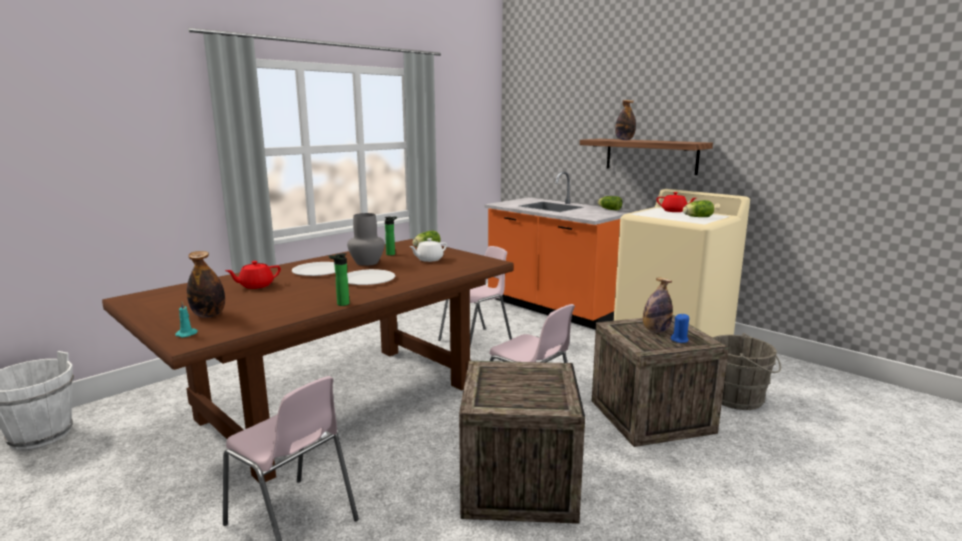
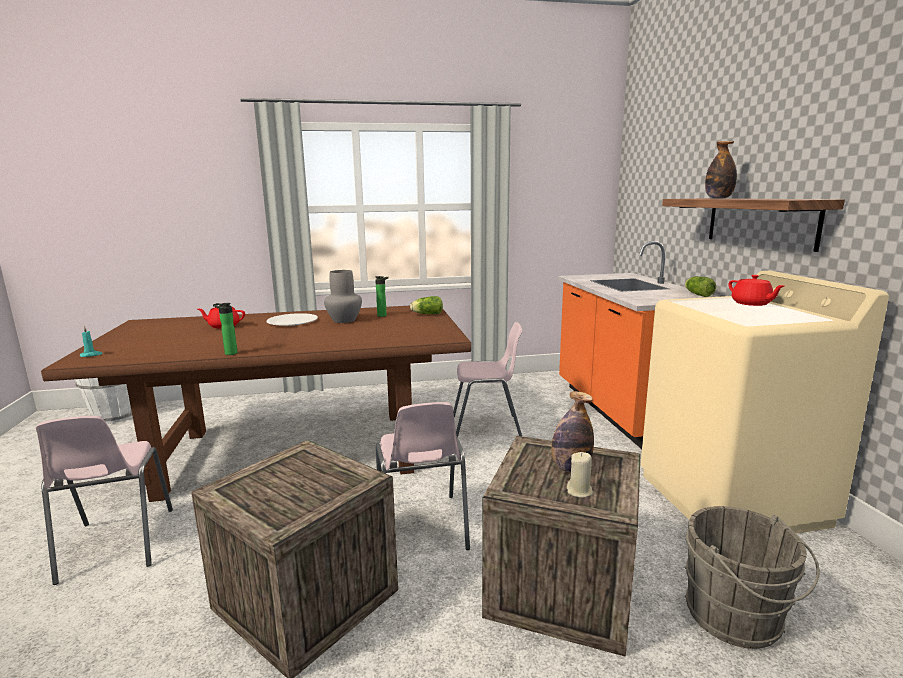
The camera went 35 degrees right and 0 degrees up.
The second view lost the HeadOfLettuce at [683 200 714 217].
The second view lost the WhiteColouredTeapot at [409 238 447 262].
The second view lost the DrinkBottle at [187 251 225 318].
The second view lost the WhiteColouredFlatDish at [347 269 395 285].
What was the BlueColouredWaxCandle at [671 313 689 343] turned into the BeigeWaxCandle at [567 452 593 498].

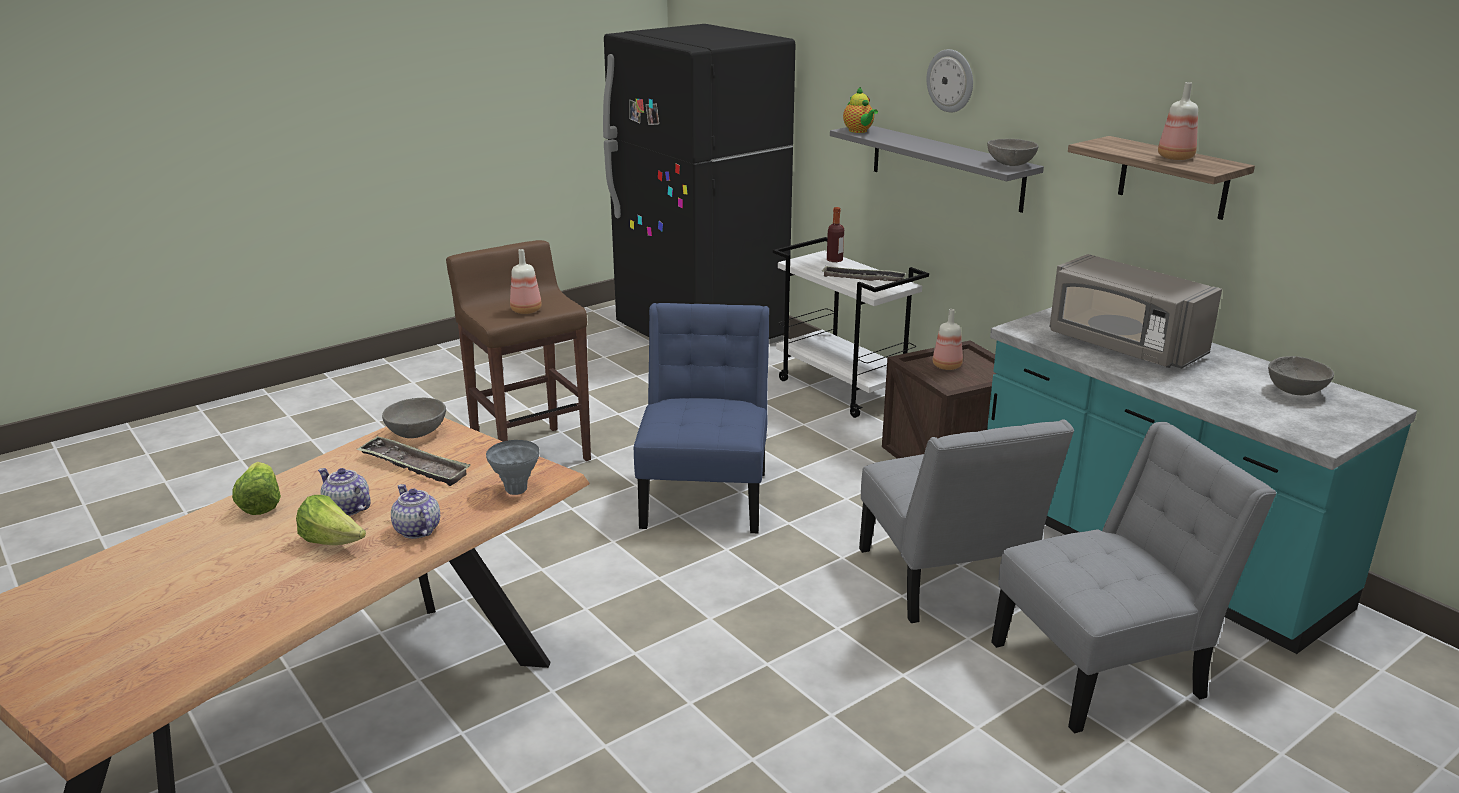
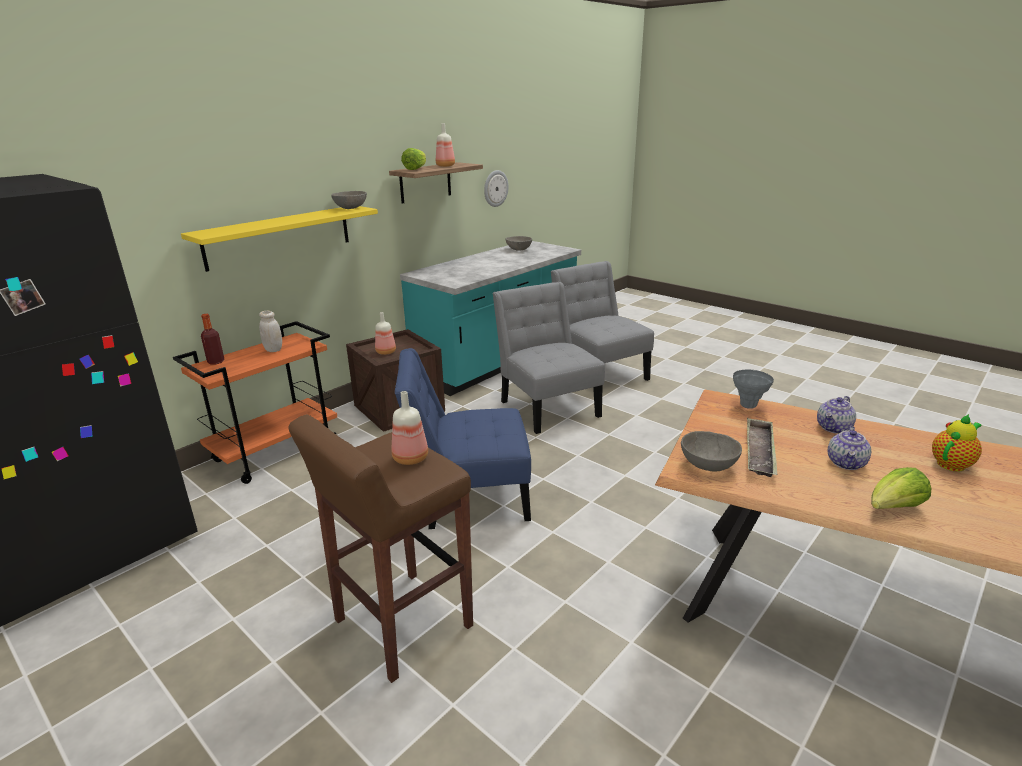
The camera went 100 degrees left and 0 degrees up.
The WallClock ended up elsewhere, having gone from [927 49 973 112] to [484 170 509 207].
The Teapot ended up elsewhere, having gone from [843 86 878 133] to [932 414 982 472].
What was the GrayWallShelf at [830 125 1044 213] turned into the YellowColouredWallShelf at [181 206 378 272].
What was the WhiteColouredCart at [773 237 929 418] turned into the OrangeColouredCart at [173 321 337 484].
The second view lost the GrayKitchenMicrowave at [1049 254 1222 369].
Where the ServingTray stood at [822 266 907 282], the WhiteColouredJar came to stand at [259 311 282 352].
The GrayPlainChair at [859 419 1074 623] ended up facing another way, 90 degrees counterclockwise from before.
The HeadOfLettuce ended up elsewhere, having gone from [296 495 366 545] to [401 148 426 170].

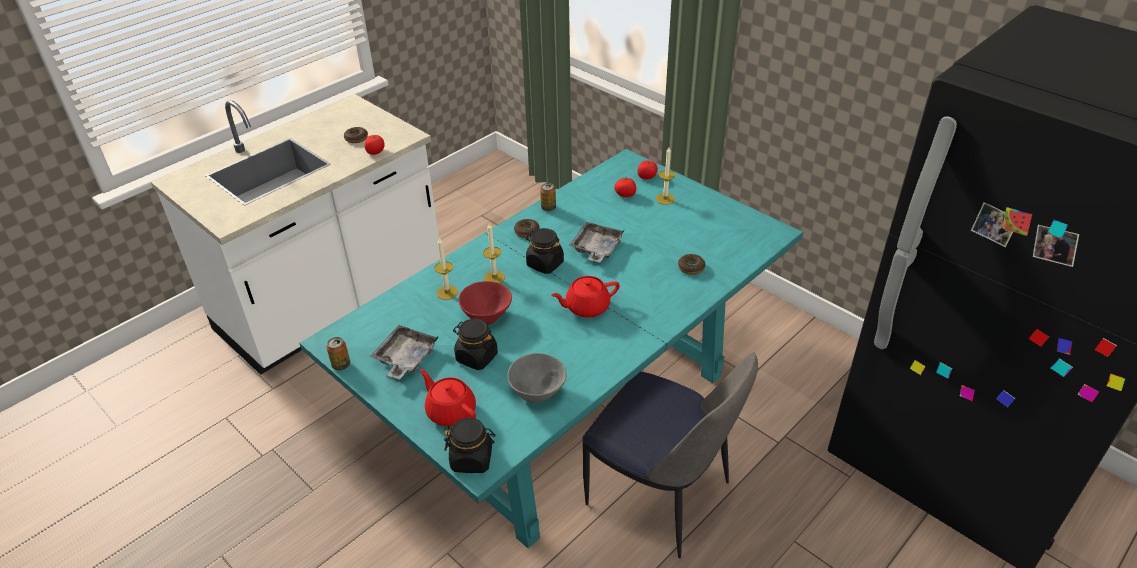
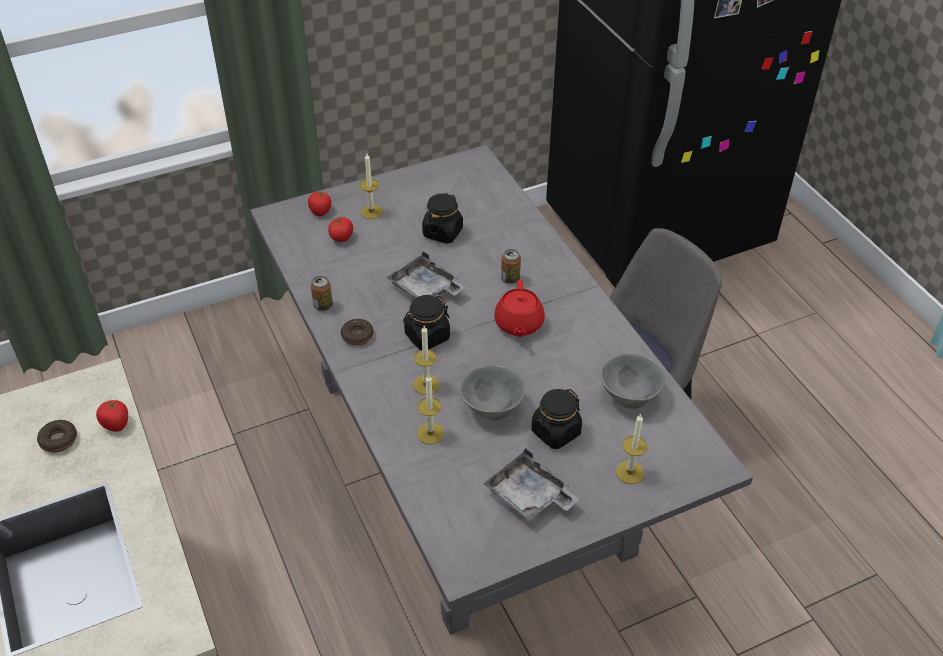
The camera went 70 degrees left and 5 degrees up.
What was the TurquoiseColouredDinnerTable at [299 149 803 548] turned into the GrayDinnerTable at [250 145 753 635].
The second view lost the Donut at [678 254 705 275].
What was the RedColouredBowl at [458 281 512 325] turned into the GrayBowl at [460 365 525 420].
The MetalCan ended up elsewhere, having gone from [326 337 350 371] to [501 249 521 284].
Where the RedColouredTeapot stood at [420 369 476 426], the WaxCandle came to stand at [616 413 647 484].
The BlackColouredJar ended up elsewhere, having gone from [444 418 495 473] to [422 193 463 244].

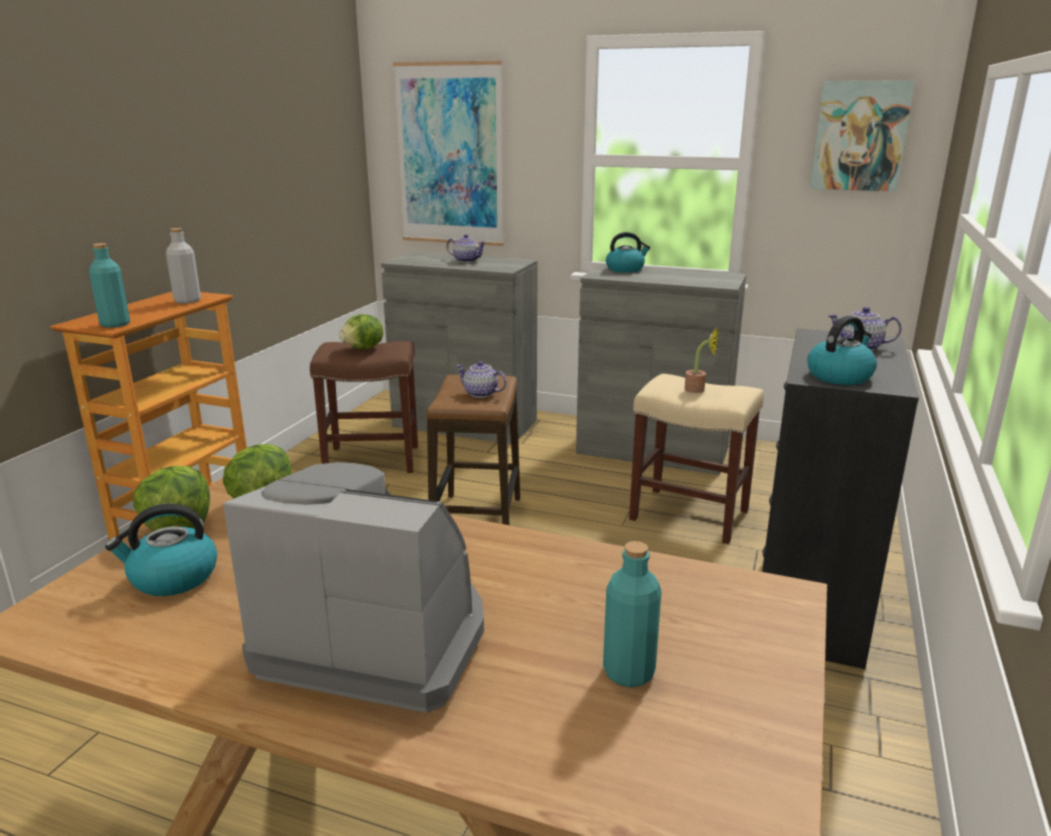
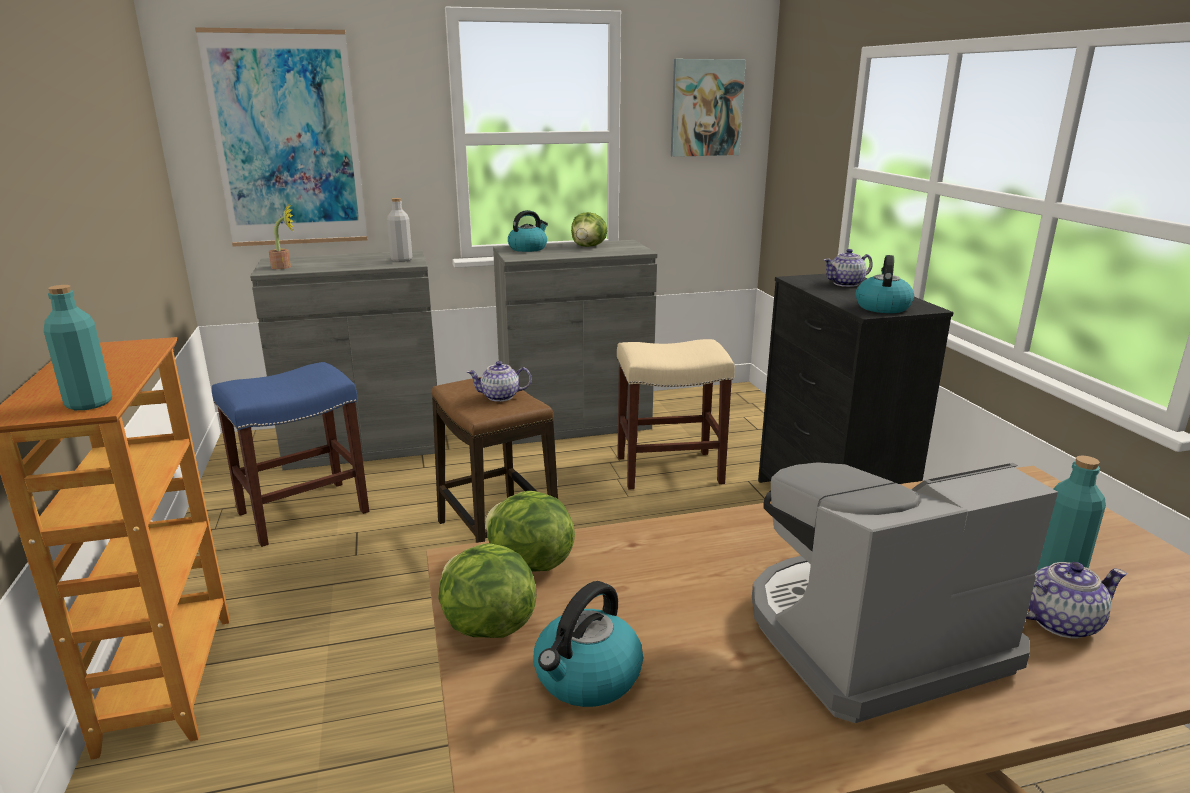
The camera went 35 degrees left and 0 degrees up.
The GrayDrinkBottle ended up elsewhere, having gone from [166 228 201 304] to [387 198 412 262].
The Teapot ended up elsewhere, having gone from [446 234 486 262] to [1026 562 1127 638].
The HeadOfLettuce ended up elsewhere, having gone from [339 314 383 349] to [571 212 608 247].
The Houseplant ended up elsewhere, having gone from [685 327 719 393] to [269 205 294 269].
What was the BrownStoolSeat at [310 341 418 473] turned into the BlueColouredStoolSeat at [212 362 369 547].

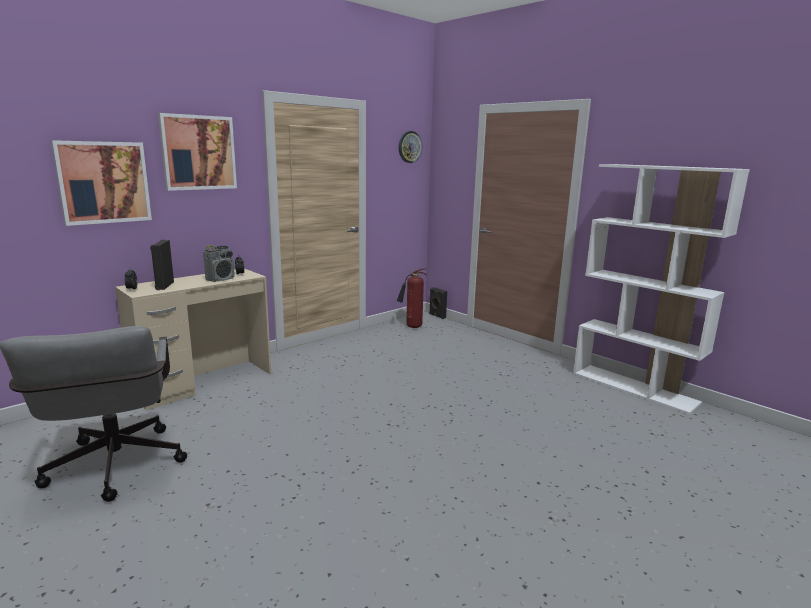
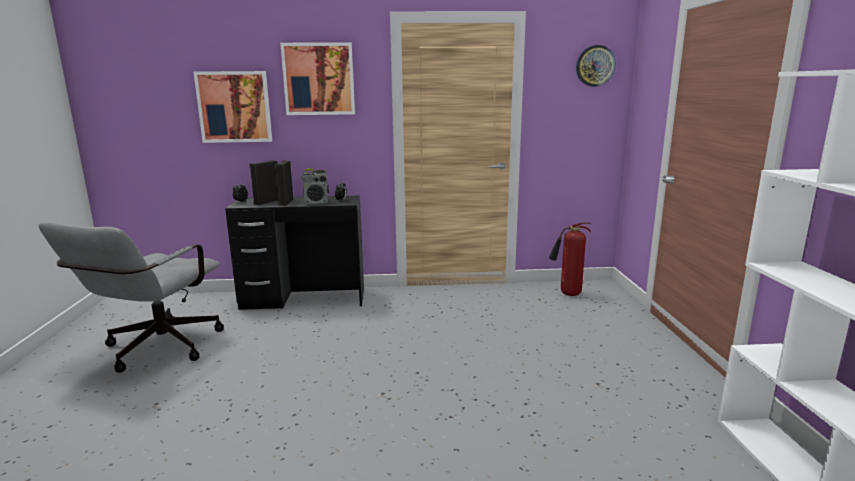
The camera went 40 degrees right and 0 degrees up.
What was the BeigeDeskTable at [115 269 271 410] turned into the BlackColouredDeskTable at [225 195 364 310].
The BlackColouredAudioSpeaker ended up elsewhere, having gone from [429 287 447 319] to [274 160 294 206].

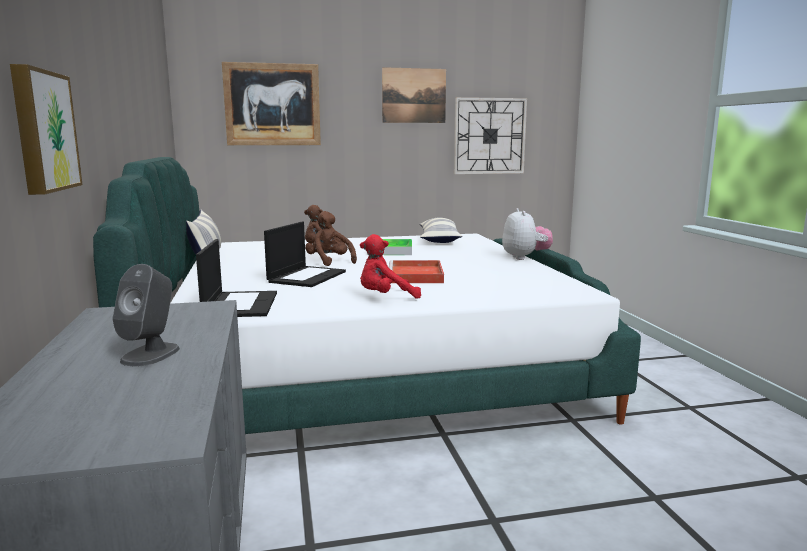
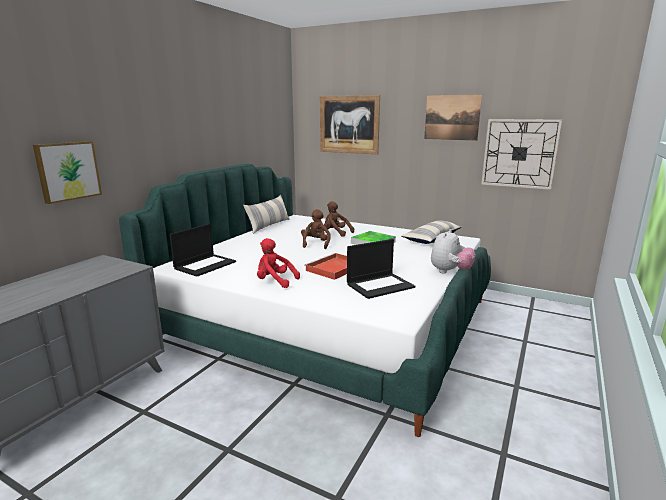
The camera went 40 degrees right and 5 degrees up.
The Laptop ended up elsewhere, having gone from [264 222 346 287] to [347 239 415 299].
The second view lost the GrayAudioSpeaker at [112 264 180 366].

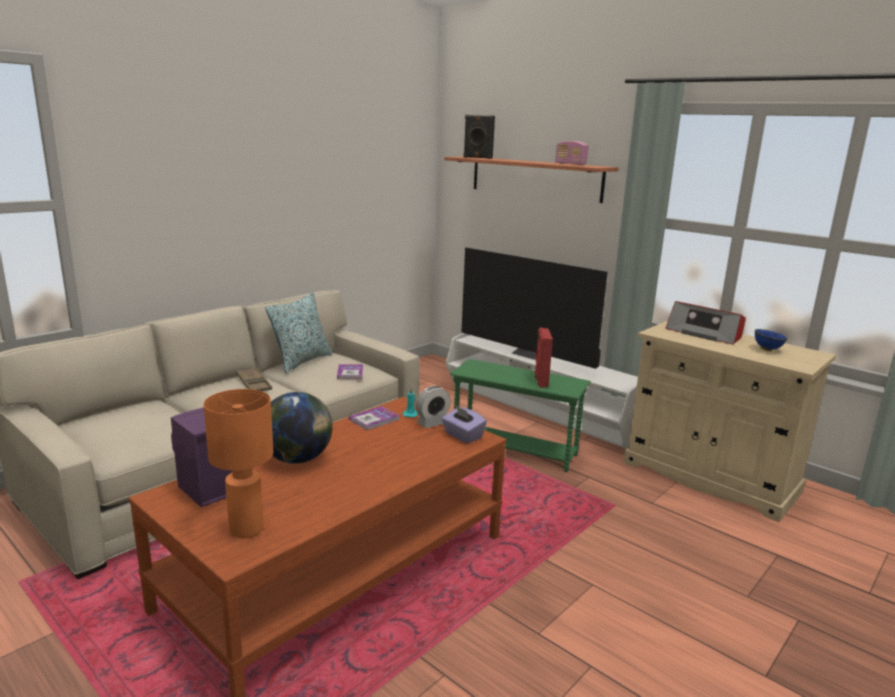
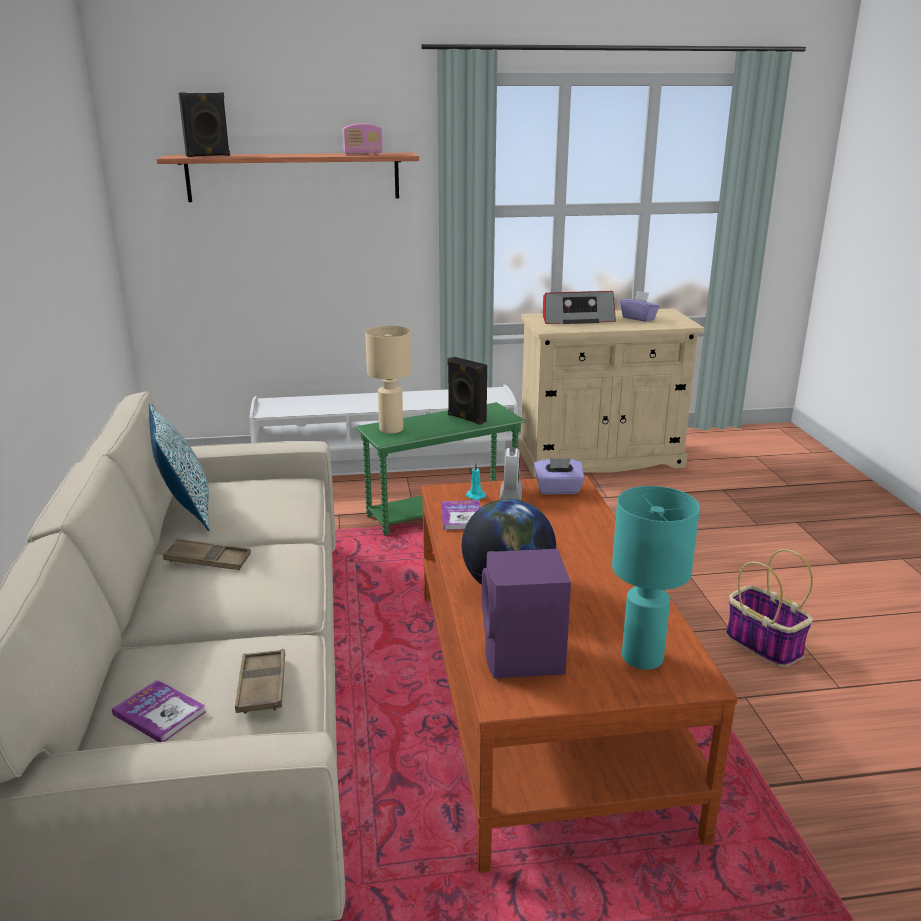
The camera went 50 degrees left and 5 degrees up.
The second view lost the Tv at [461 248 608 369].
What was the RedColouredAudioSpeaker at [535 328 553 388] turned into the BlackColouredAudioSpeaker at [448 357 487 425].
Where the BlueColouredBowl stood at [755 329 788 351], the PurplishBoxOfTissues came to stand at [620 291 660 322].
The BoundBook ended up elsewhere, having gone from [337 364 363 379] to [112 680 206 742].
What was the OrangeColouredLampForATable at [203 389 273 538] turned into the TurquoiseColouredLampForATable at [612 486 700 670].
The second view gained the BeigeLampForATable at [365 326 412 434].
The second view gained the StorageBasket at [726 549 813 667].
The second view gained the BrownServingTray at [235 649 285 714].

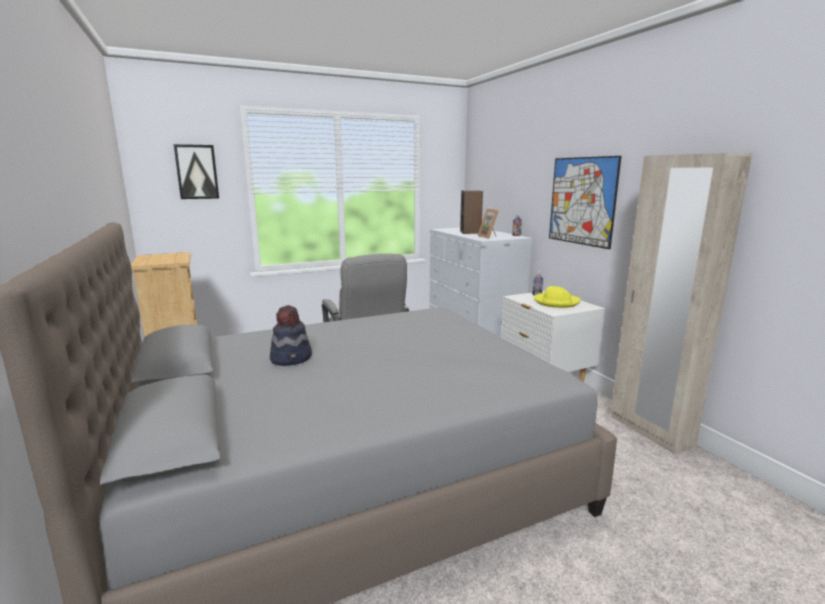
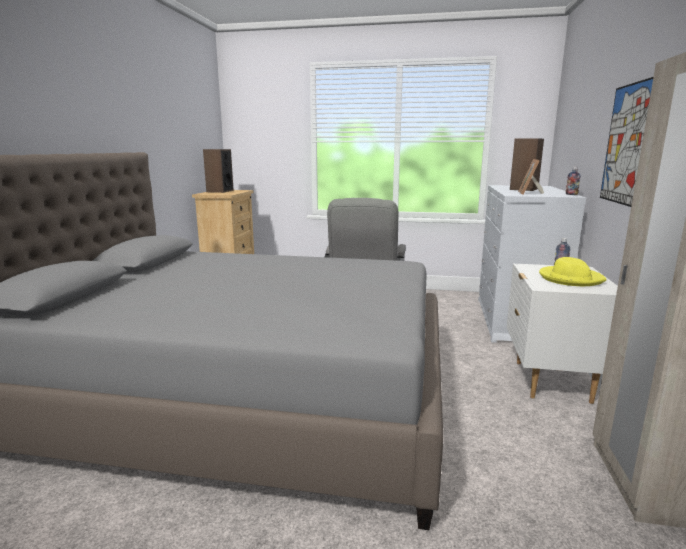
The camera went 35 degrees right and 0 degrees up.
The second view lost the WallArt at [174 144 219 199].
The second view lost the WearableHat at [270 305 312 366].
The second view gained the AudioSpeaker at [203 149 234 193].

